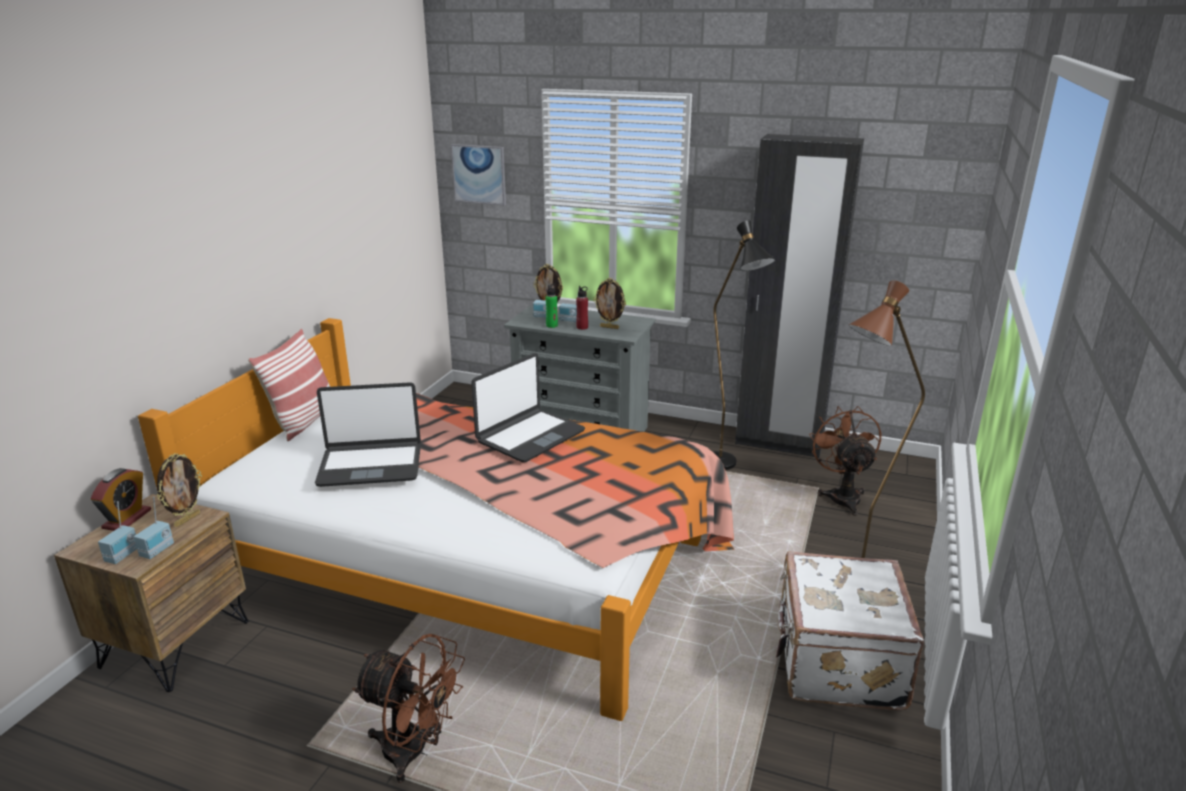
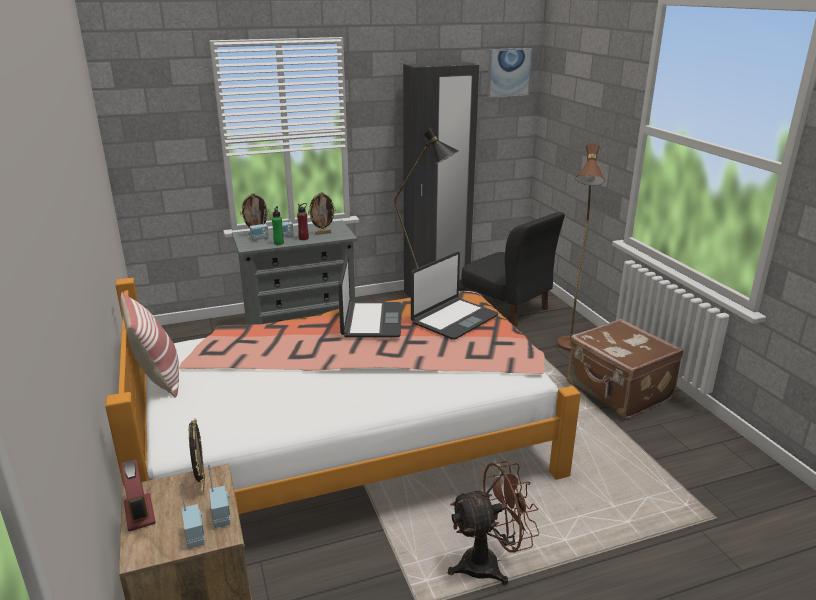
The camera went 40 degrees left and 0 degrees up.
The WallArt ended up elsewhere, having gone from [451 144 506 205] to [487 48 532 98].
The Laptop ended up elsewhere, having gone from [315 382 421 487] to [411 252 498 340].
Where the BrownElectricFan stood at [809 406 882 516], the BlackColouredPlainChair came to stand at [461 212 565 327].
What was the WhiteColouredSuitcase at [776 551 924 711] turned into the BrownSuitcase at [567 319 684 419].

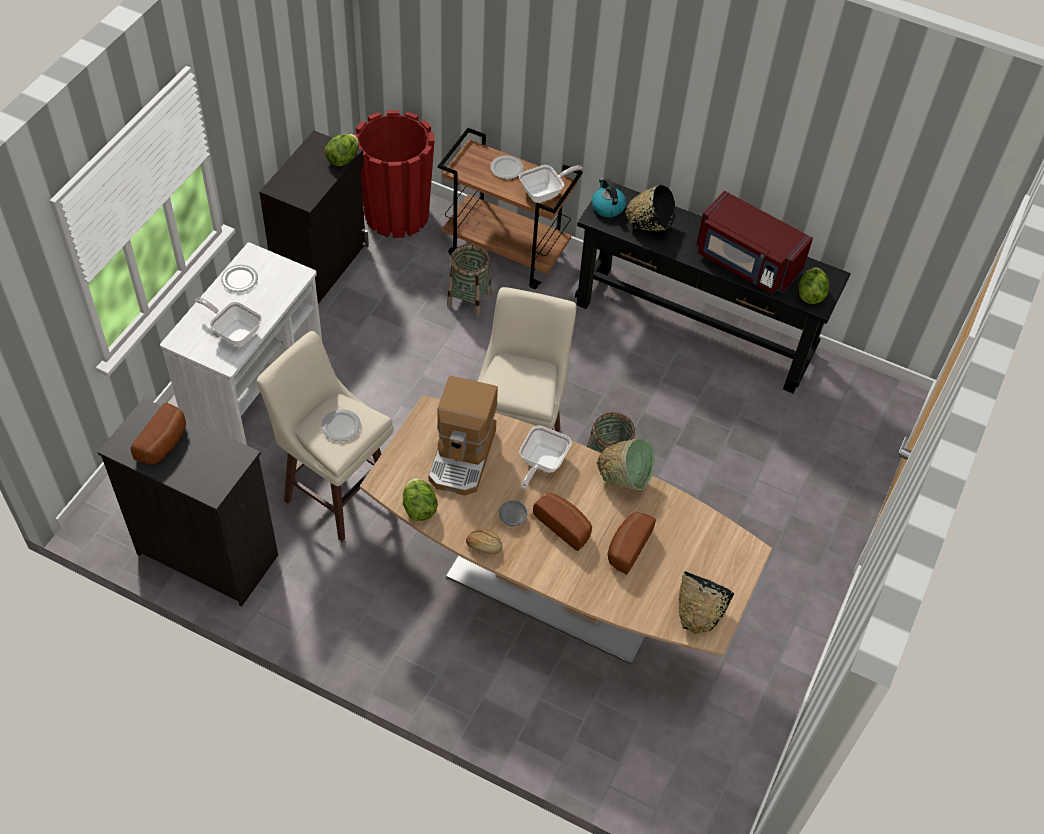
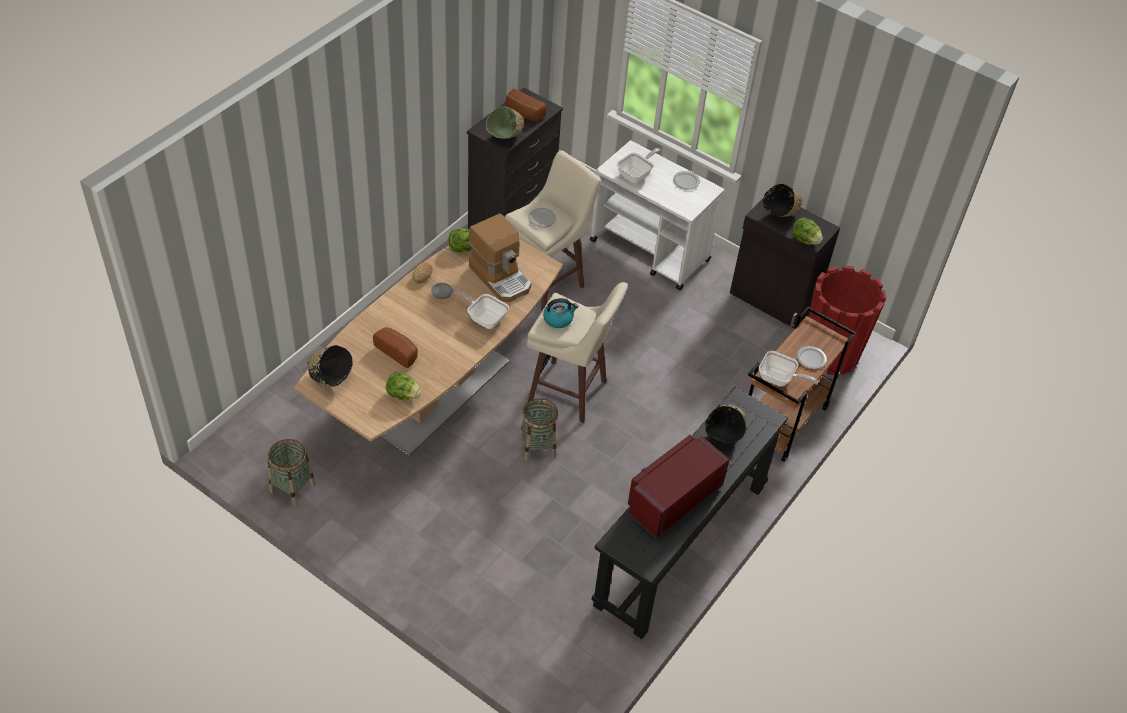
The camera went 100 degrees right and 5 degrees down.
The FryingPan at [519 165 582 203] ended up facing another way, 45 degrees counterclockwise from before.
The TeaKettle ended up elsewhere, having gone from [592 178 626 217] to [543 298 579 328].
The StorageBasket ended up elsewhere, having gone from [447 244 492 317] to [268 439 316 507].
The HeadOfLettuce ended up elsewhere, having gone from [799 268 829 304] to [386 372 421 400].
The CoffeeBrewer at [429 376 498 495] ended up facing another way, 150 degrees counterclockwise from before.
The GreenBowl ended up elsewhere, having gone from [597 438 655 490] to [486 106 524 139].
The second view lost the BakedBread at [533 493 592 551].
The second view gained the BlackColouredBowl at [763 184 802 217].

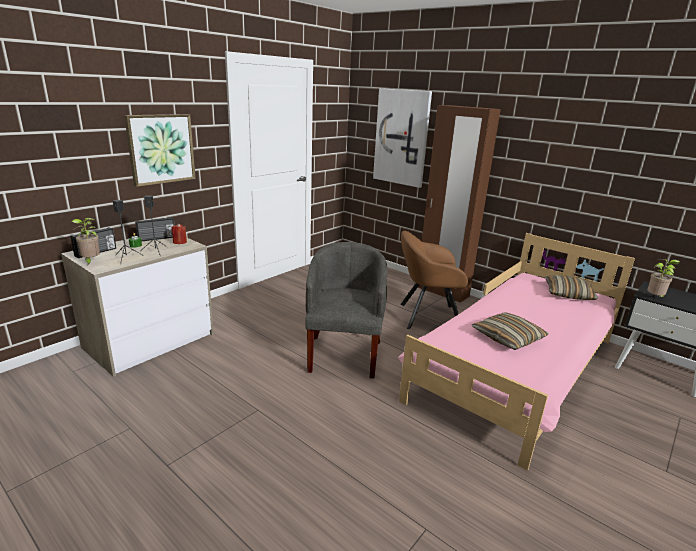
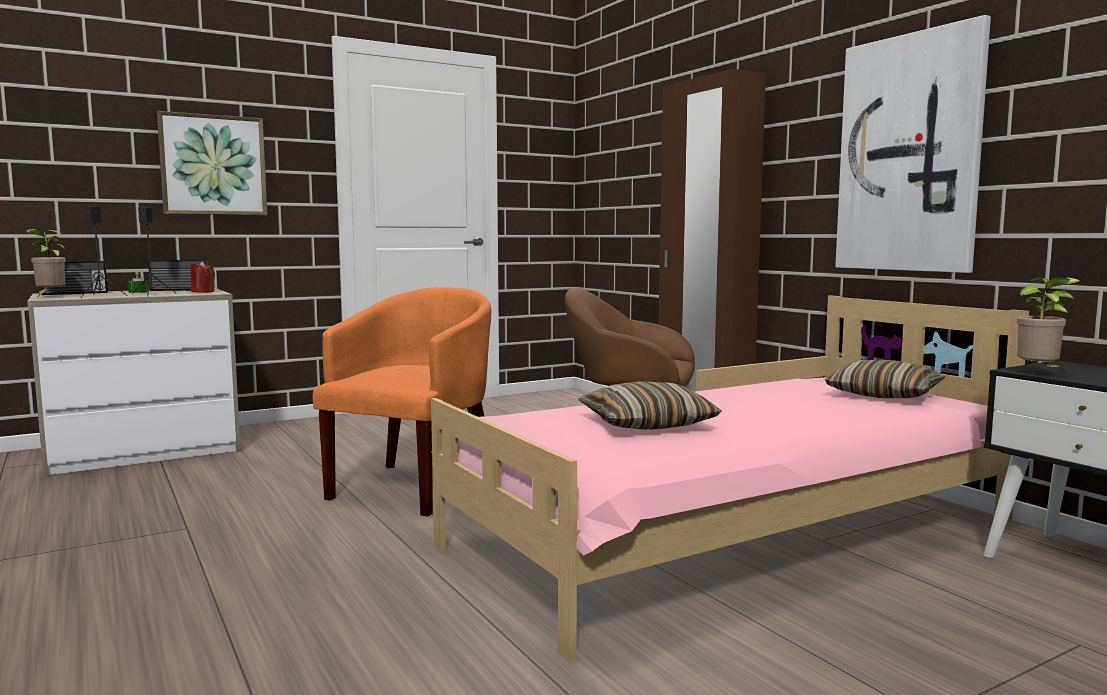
The camera went 20 degrees right and 15 degrees down.
The WallArt ended up elsewhere, having gone from [373 88 432 188] to [835 15 991 273].
What was the GrayEasyChair at [305 242 388 378] turned into the OrangeColouredEasyChair at [313 287 491 517].

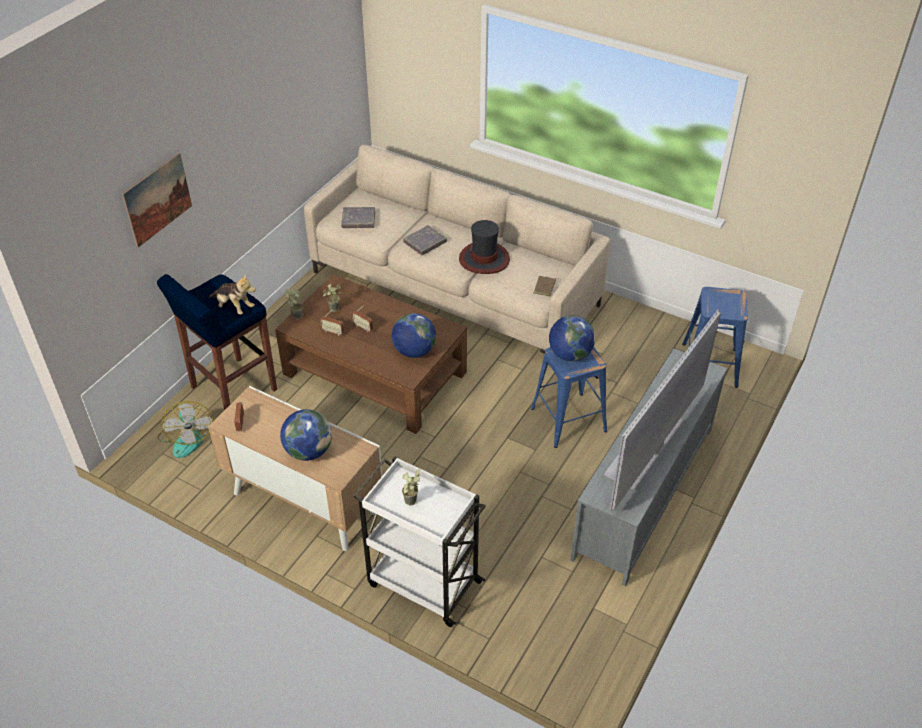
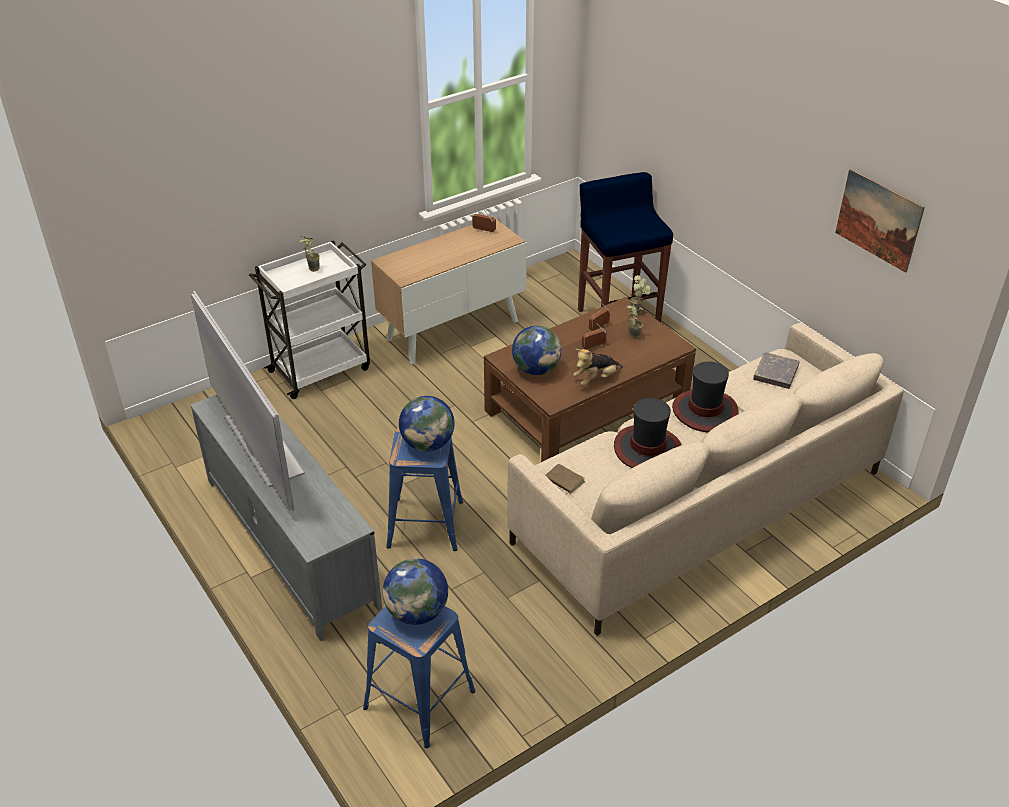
The camera went 115 degrees right and 5 degrees down.
The WallArt ended up elsewhere, having gone from [122 153 192 248] to [835 169 925 273].
Where the GrayBoundBook stood at [403 225 447 255], the WearableHat came to stand at [672 362 739 432].
The CuddlyToy ended up elsewhere, having gone from [209 273 256 315] to [573 349 623 386].
The second view lost the ElectricFan at [157 401 213 458].
The WorldGlobe ended up elsewhere, having gone from [280 409 332 461] to [383 558 448 625].

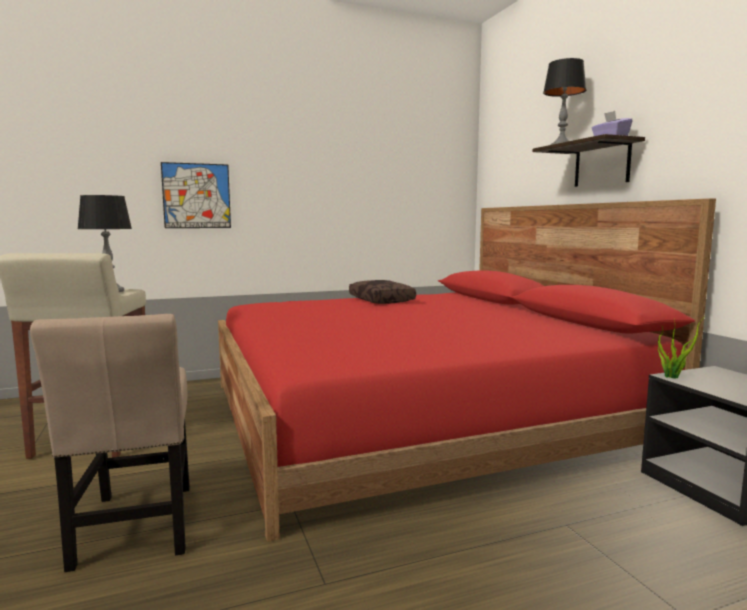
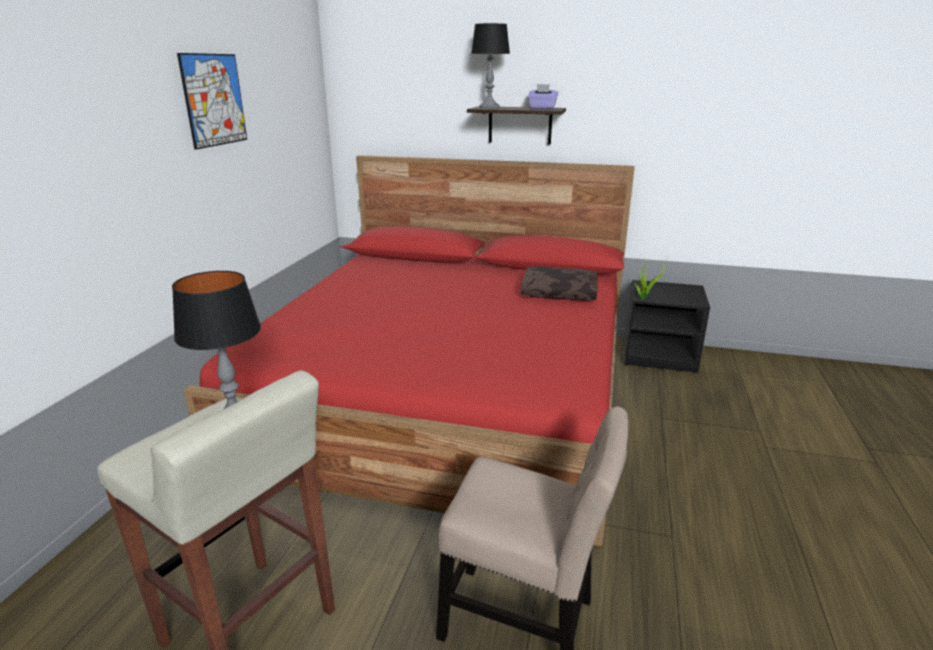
The camera went 55 degrees left and 15 degrees up.
The WallArt ended up elsewhere, having gone from [161 162 231 228] to [177 53 247 150].
The BrownCushion ended up elsewhere, having gone from [349 280 416 304] to [521 266 598 301].

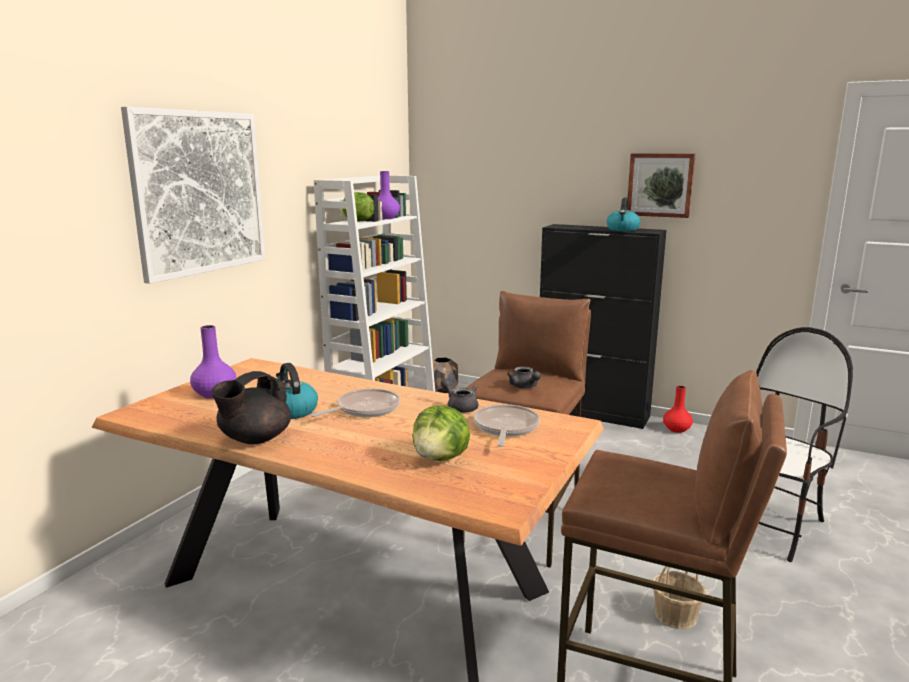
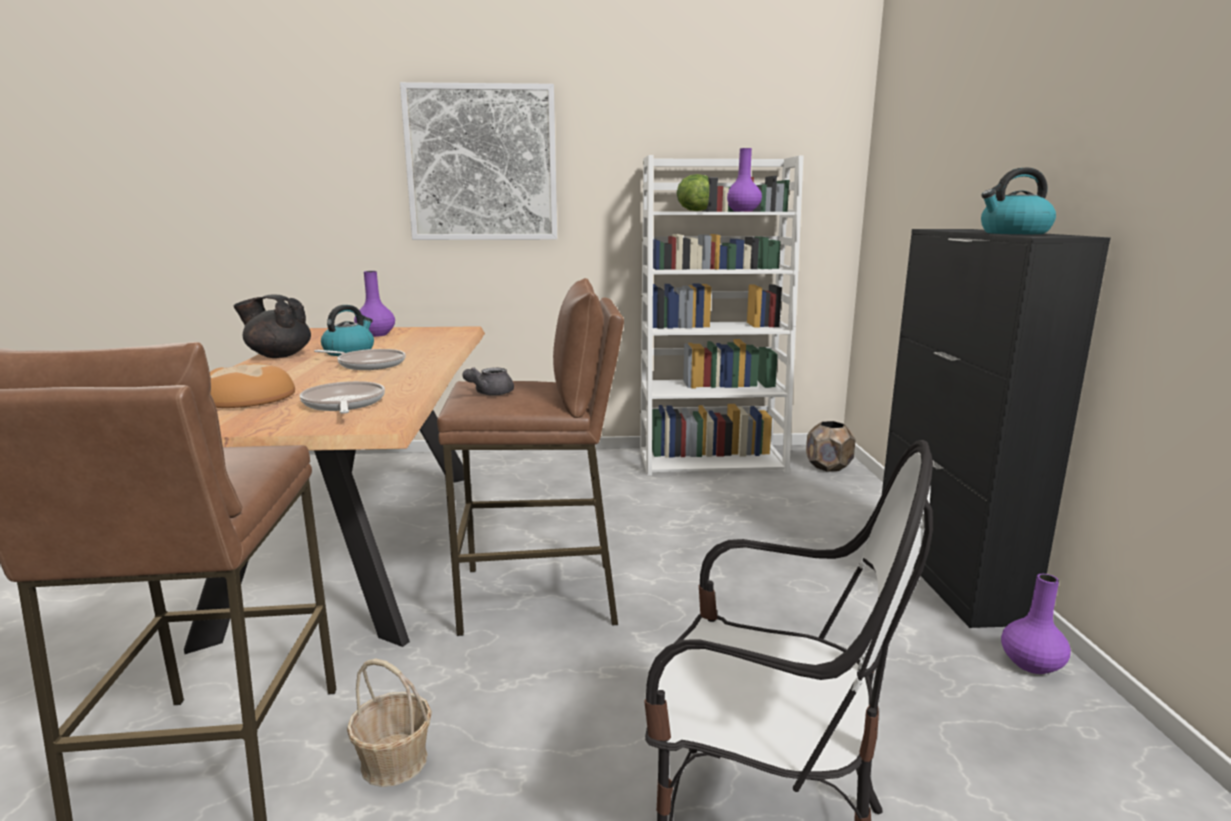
The camera went 60 degrees right and 0 degrees up.
The second view lost the WallArt at [628 153 696 218].
The second view lost the GrayTeapot at [441 379 478 413].
What was the RedColouredDecorativeVase at [663 386 693 433] turned into the PurplishDecorativeVase at [1001 574 1071 674].
The FryingPan at [473 404 540 447] ended up facing another way, 90 degrees counterclockwise from before.
Where the HeadOfLettuce stood at [413 406 470 461], the BakedBread came to stand at [210 363 295 408].

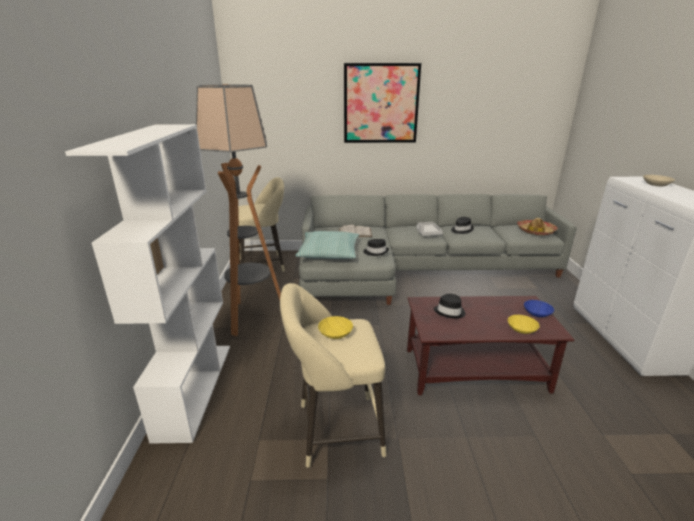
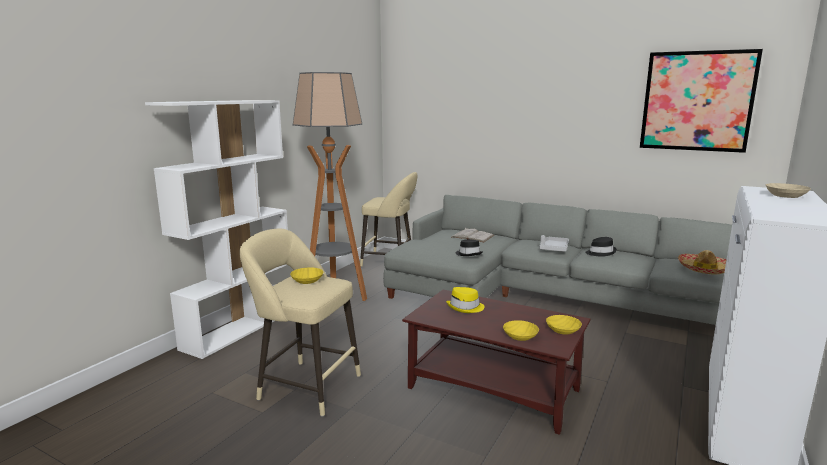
The camera went 30 degrees right and 10 degrees down.
The WallArt ended up elsewhere, having gone from [344 63 421 143] to [640 49 763 153].
The second view lost the Cushion at [295 231 359 259].
What was the BlackColouredWearableHat at [434 294 465 319] turned into the YellowColouredWearableHat at [446 287 484 313].
What was the BlueColouredBowl at [524 300 554 317] turned into the YellowColouredBowl at [546 315 582 334].

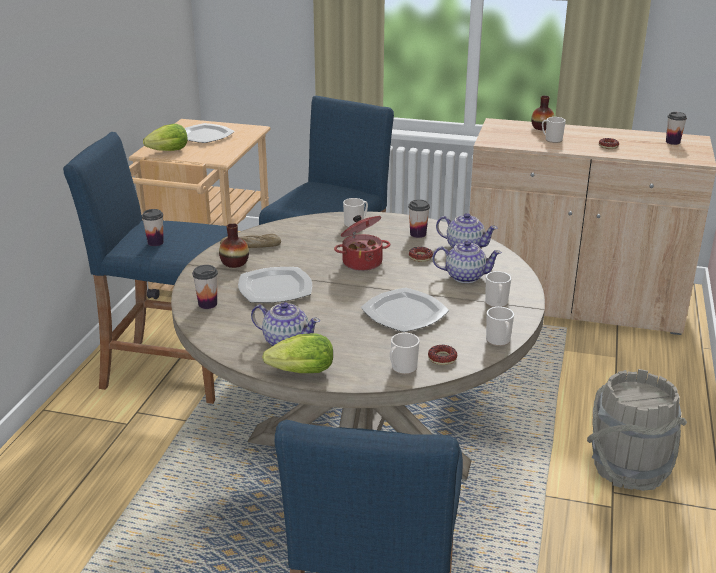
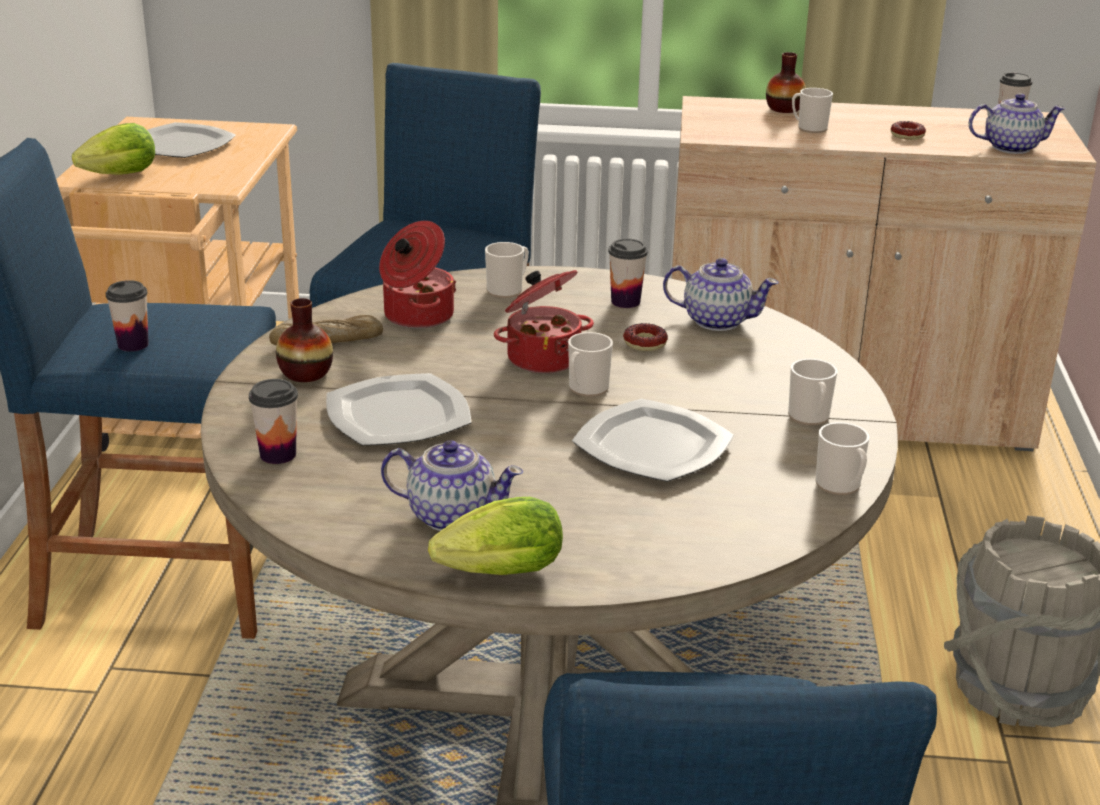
The camera went 10 degrees left and 0 degrees up.
The Teapot ended up elsewhere, having gone from [432 241 502 283] to [969 93 1066 154].
The CoffeeMug ended up elsewhere, having gone from [390 333 420 375] to [568 332 613 397].
The second view lost the Donut at [428 345 457 365].
The second view gained the CookingPot at [379 221 456 329].

